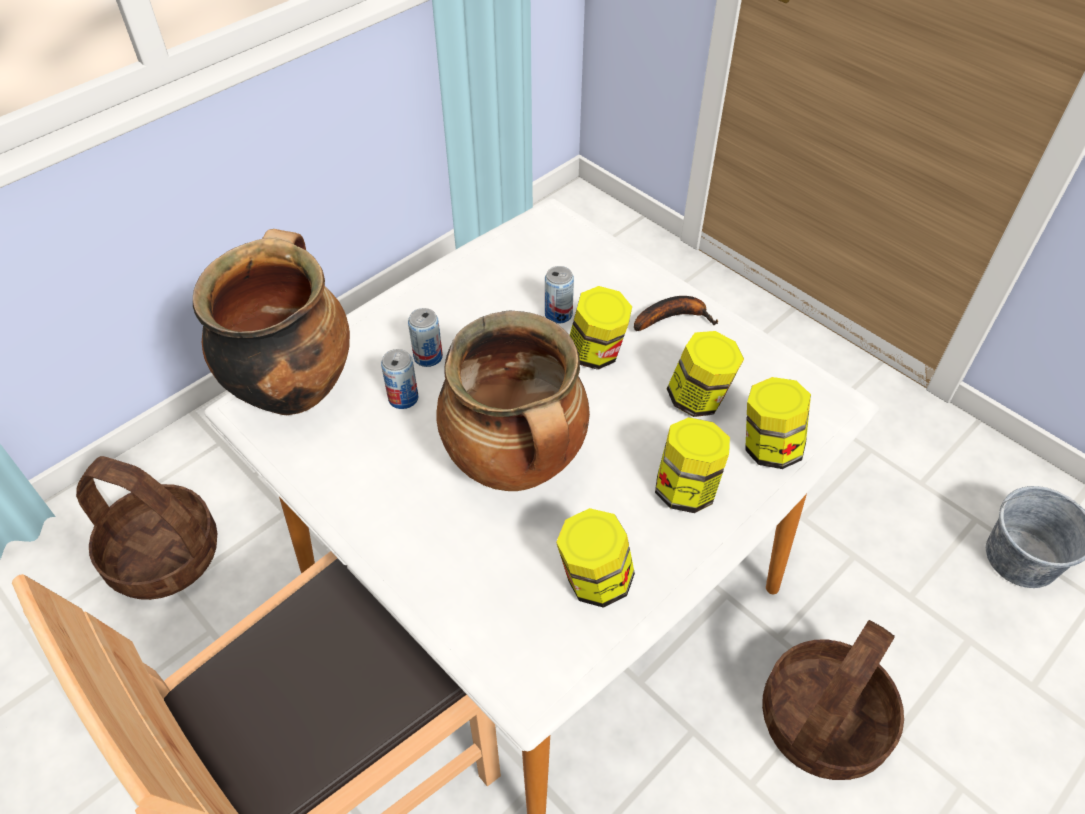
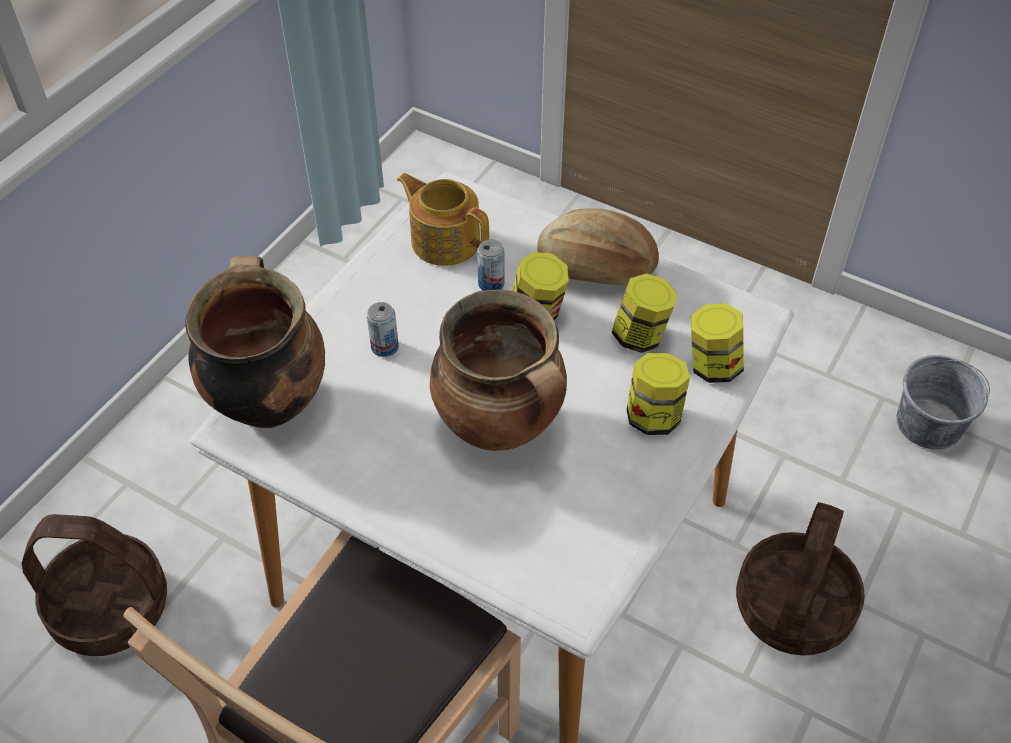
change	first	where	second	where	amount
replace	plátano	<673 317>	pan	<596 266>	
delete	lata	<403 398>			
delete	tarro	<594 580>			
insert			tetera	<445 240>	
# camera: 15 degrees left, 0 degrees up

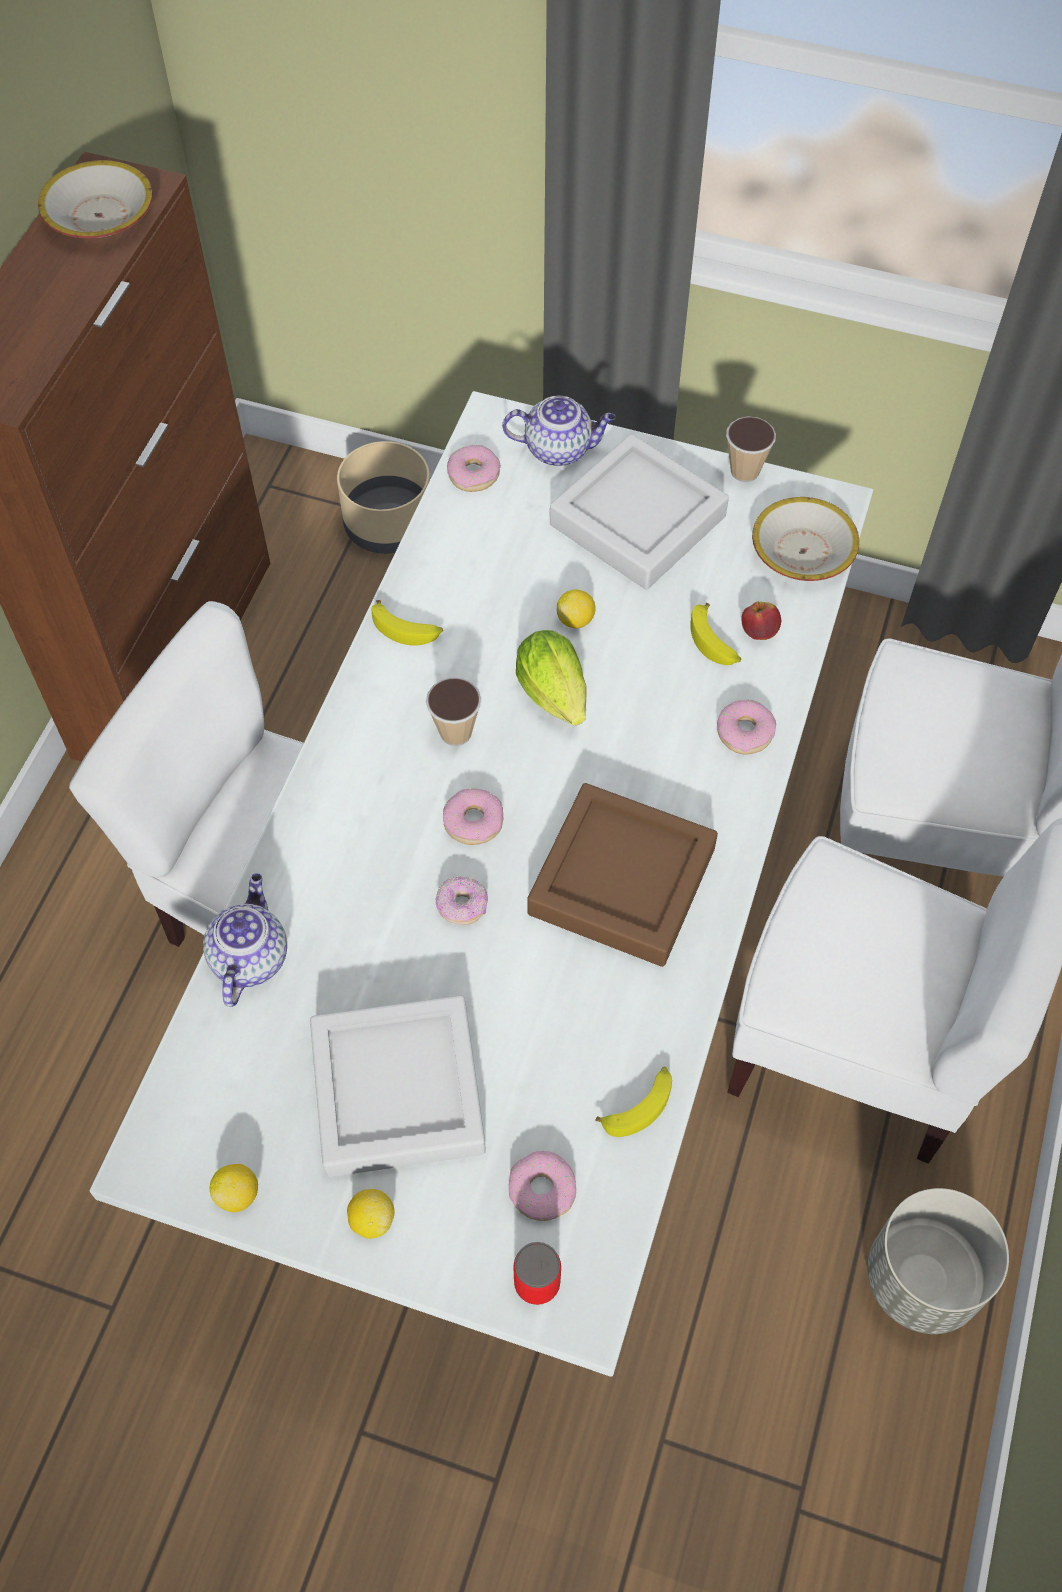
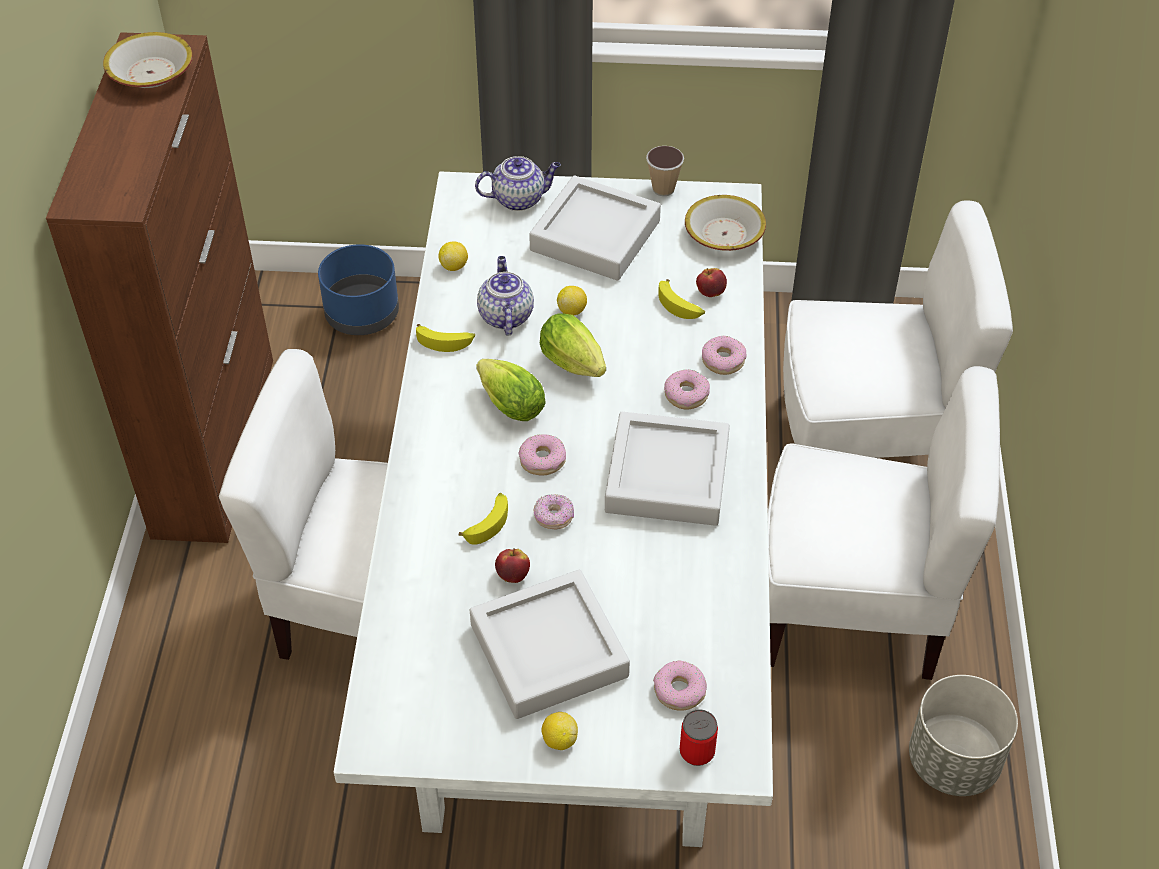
change	first	where	second	where	amount
recolor	maceta/beis	<388 524>	maceta/azul	<362 313>	
move	rosquilla	<473 474>		<686 394>	
replace	taza	<455 732>	lechuga	<508 403>	
recolor	bandeja/marrón	<622 881>	bandeja/gris	<667 476>	
move	tetera	<249 957>		<505 315>	
move	plátano	<639 1105>		<487 522>	
move	limón	<238 1194>		<454 266>	
insert			manzana	<513 575>	
# camera: 15 degrees left, 10 degrees down

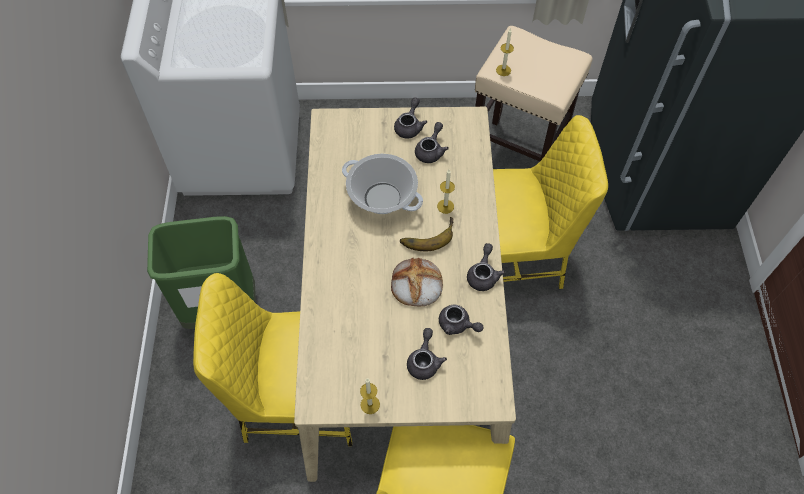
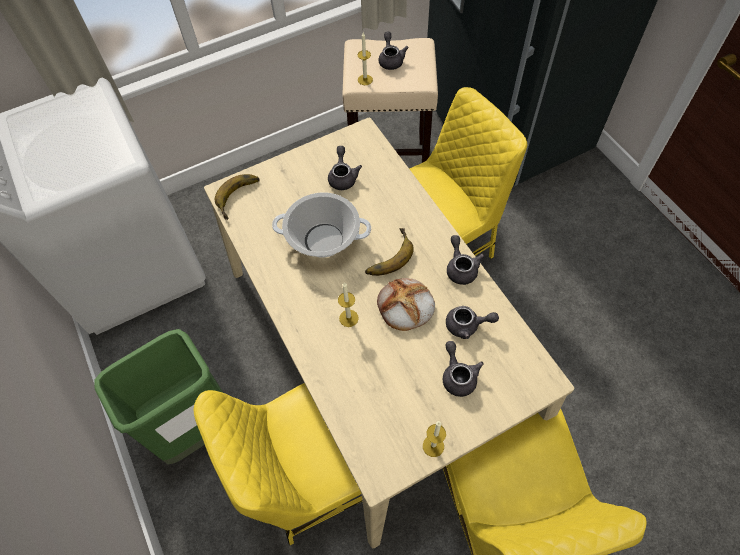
change	first	where	second	where	amount
move	tetera/gris	<409 126>		<391 60>	
move	vela	<445 206>		<348 318>	
insert			plátano	<241 198>	
# camera: 25 degrees left, 0 degrees up

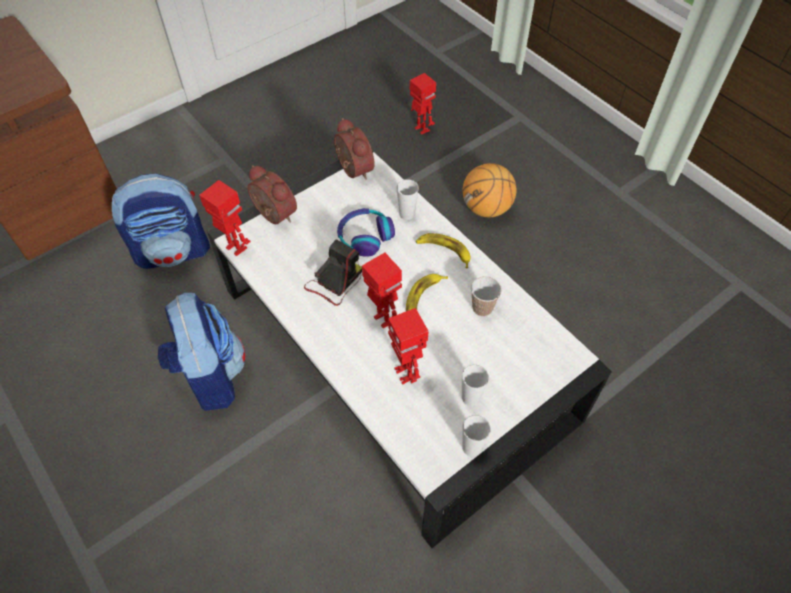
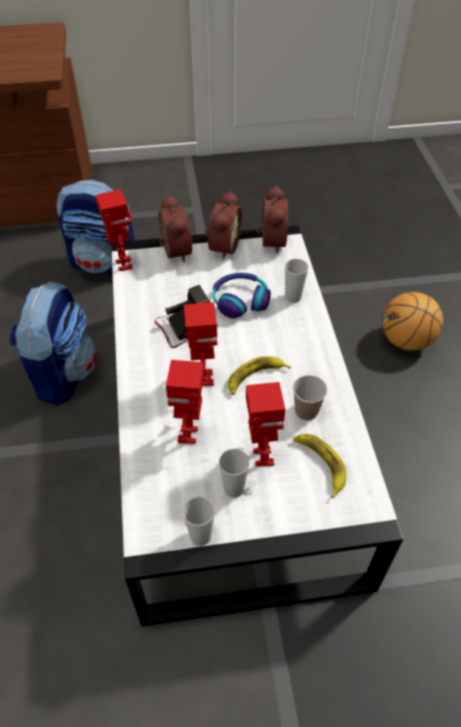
change	first	where	second	where	amount
move	robot de juguete	<421 129>		<261 457>	
move	plátano	<444 251>		<320 464>	
insert			despertador	<222 246>	
# camera: 30 degrees right, 5 degrees down

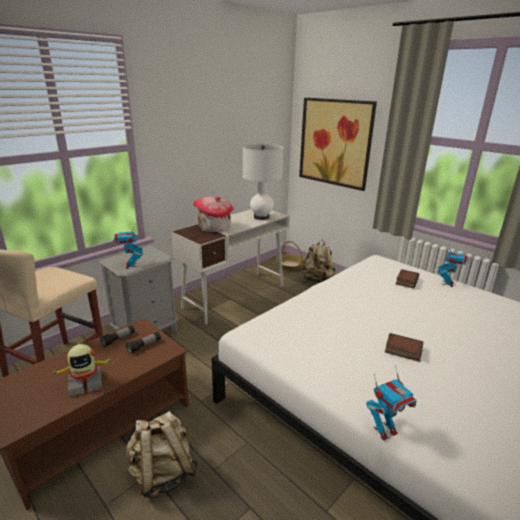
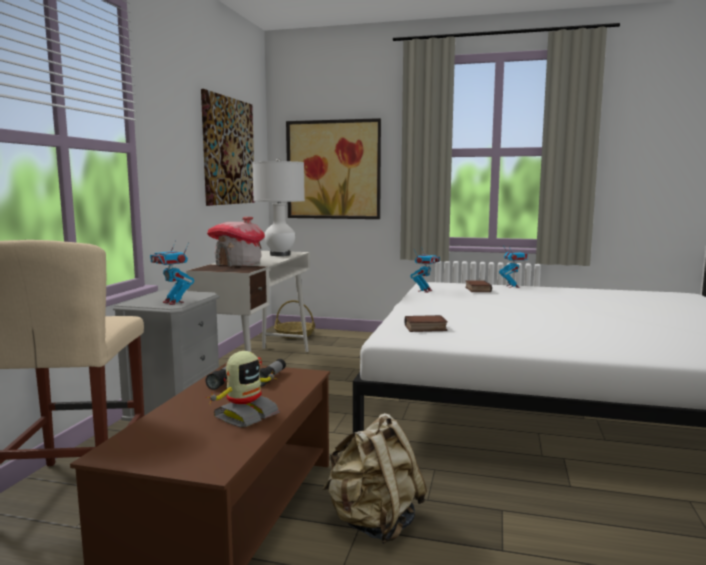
change	first	where	second	where	amount
delete	mochila/beis	<317 280>			
move	libro	<402 350>		<425 328>	
move	robot de juguete	<385 431>		<425 291>	
insert			cuadro	<228 151>	
# camera: 30 degrees left, 15 degrees down

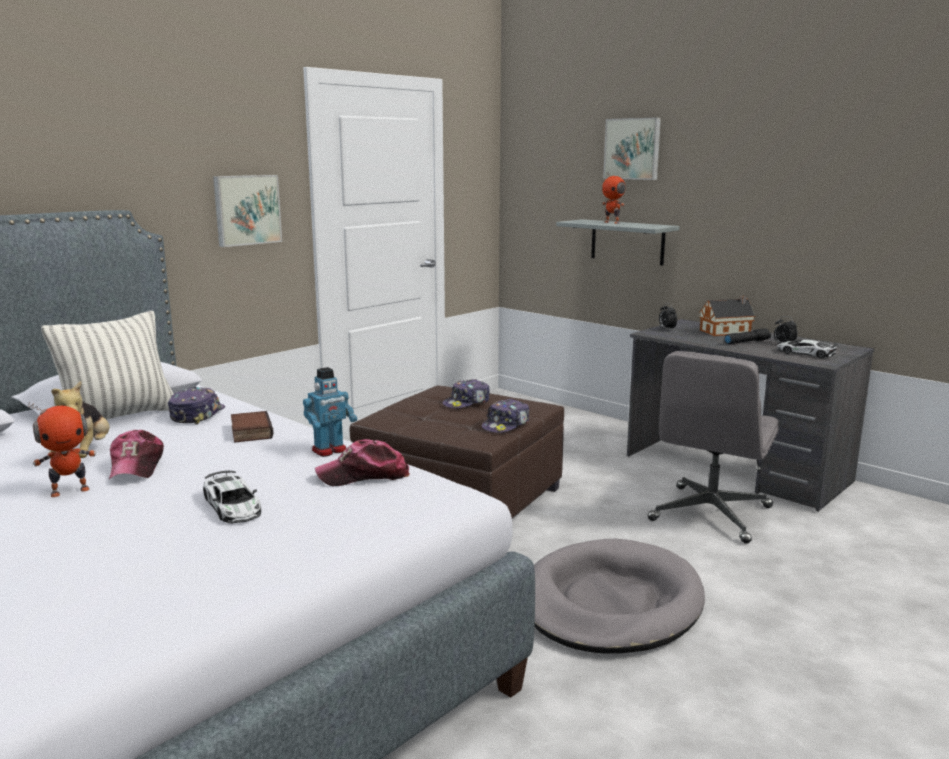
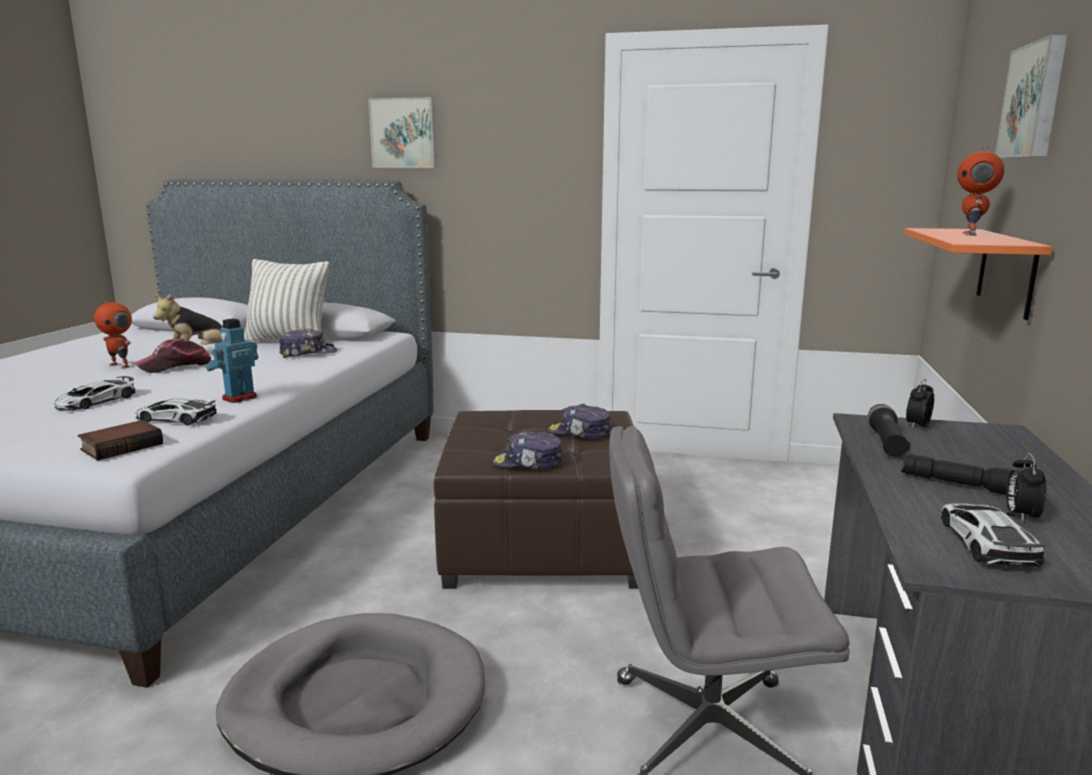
change	first	where	second	where	amount
move	cuadro	<246 210>		<404 133>	
recolor	estante/gris	<627 242>	estante/naranja	<1006 272>	
delete	casita	<727 332>			
rotate	robot de juguete	<330 451>		<239 398>	105 degrees clockwise
move	libro	<250 432>		<122 446>	
replace	gorra	<364 476>	coche de juguete	<176 418>	
insert			linterna/negro	<886 442>	
# camera: 60 degrees right, 0 degrees up

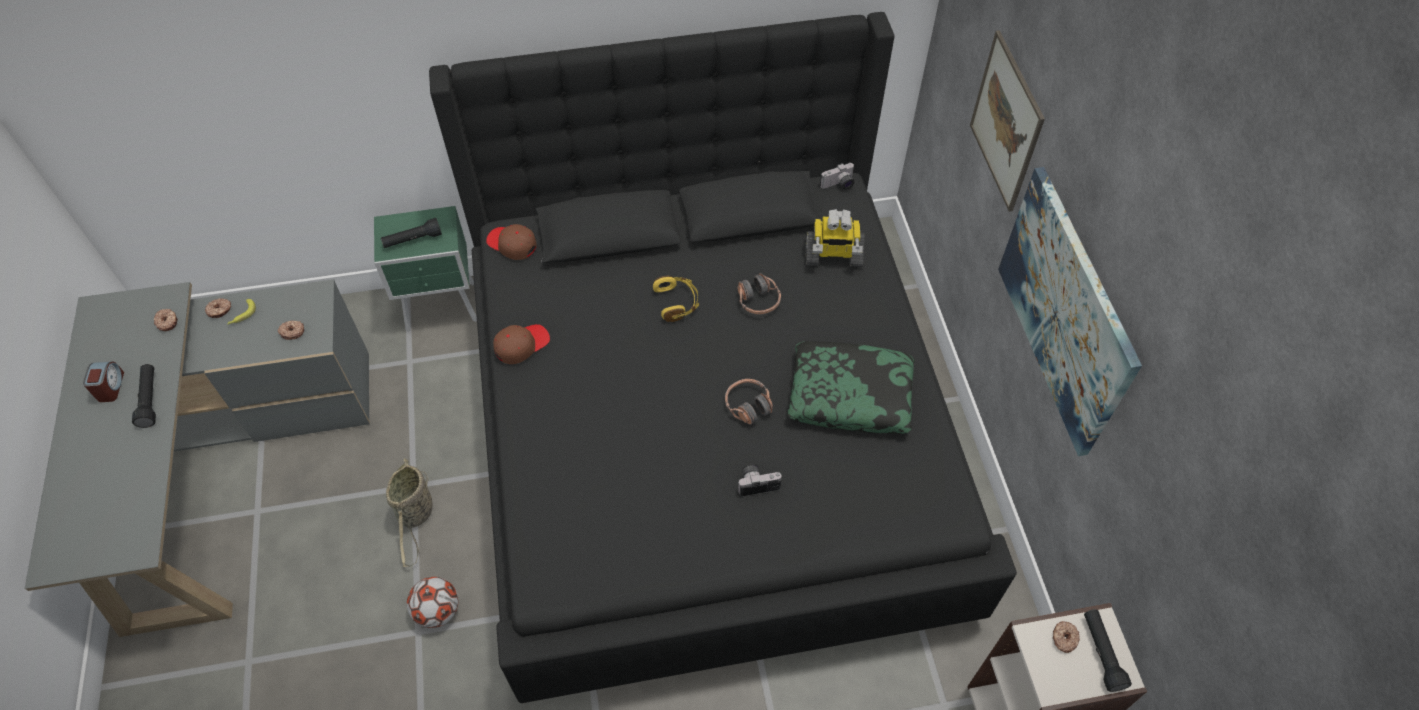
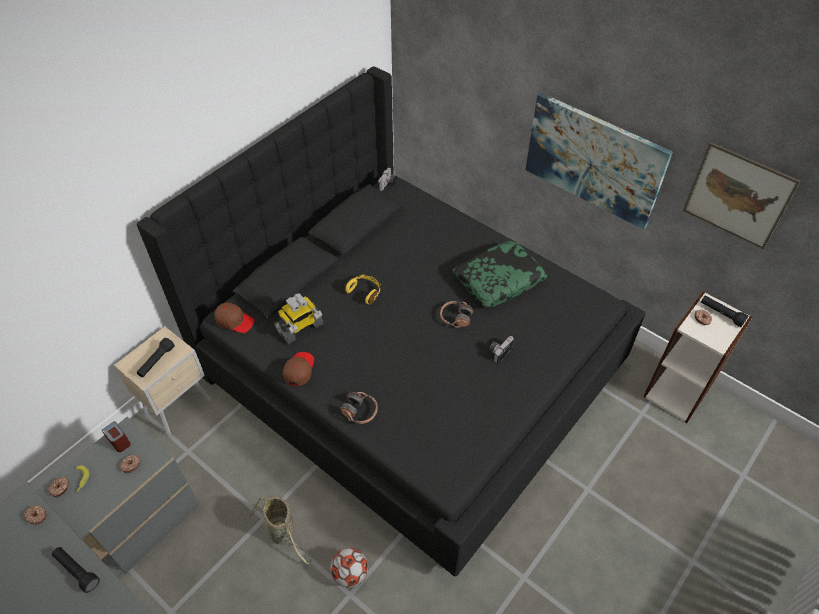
change	first	where	second	where	amount
move	cuadro	<1006 122>		<738 196>	
recolor	mesita de noche/verde	<443 307>	mesita de noche/beis	<179 406>	
move	robot de juguete	<833 255>		<300 328>	
rotate	gorra/marrón	<512 244>		<234 321>	150 degrees counterclockwise
move	auriculares	<758 301>		<360 411>	
move	despertador	<110 387>		<119 440>	
# camera: 40 degrees left, 5 degrees down

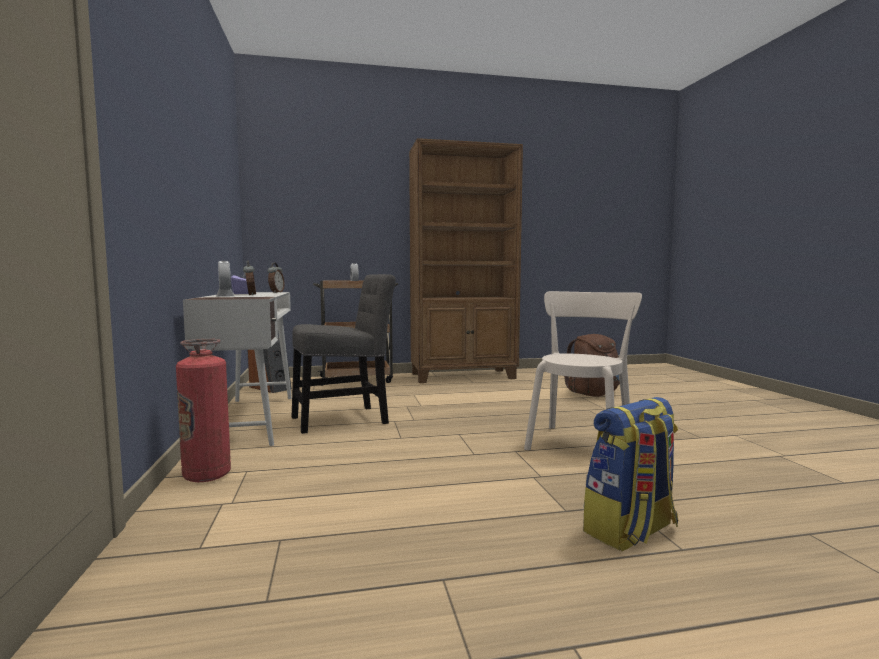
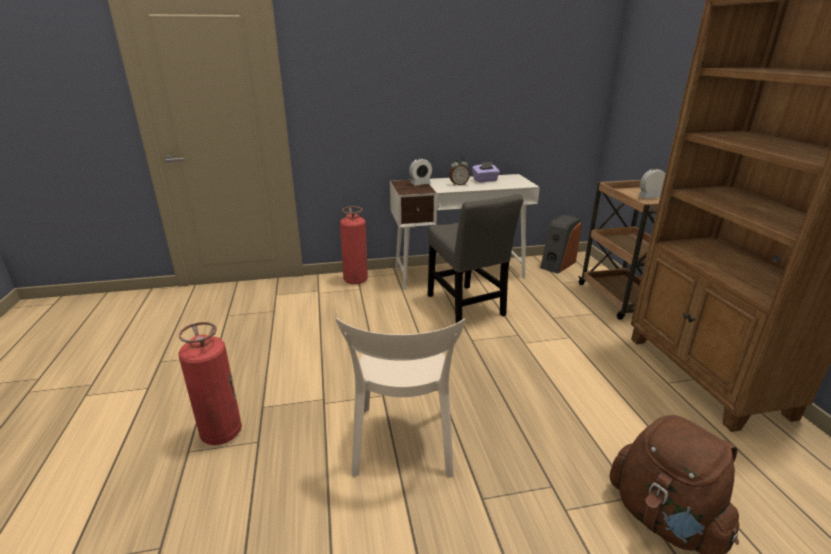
change	first	where	second	where	amount
delete	despertador	<276 292>			
rotate	silla/beis	<581 443>		<403 445>	60 degrees clockwise
replace	mochila	<631 531>	extintor	<221 433>	
# camera: 90 degrees right, 20 degrees up

